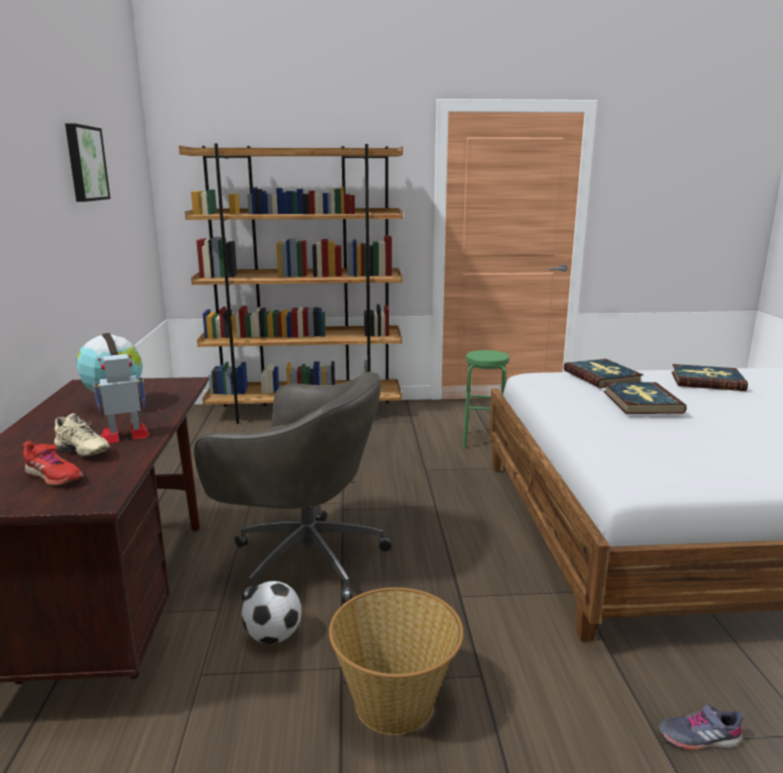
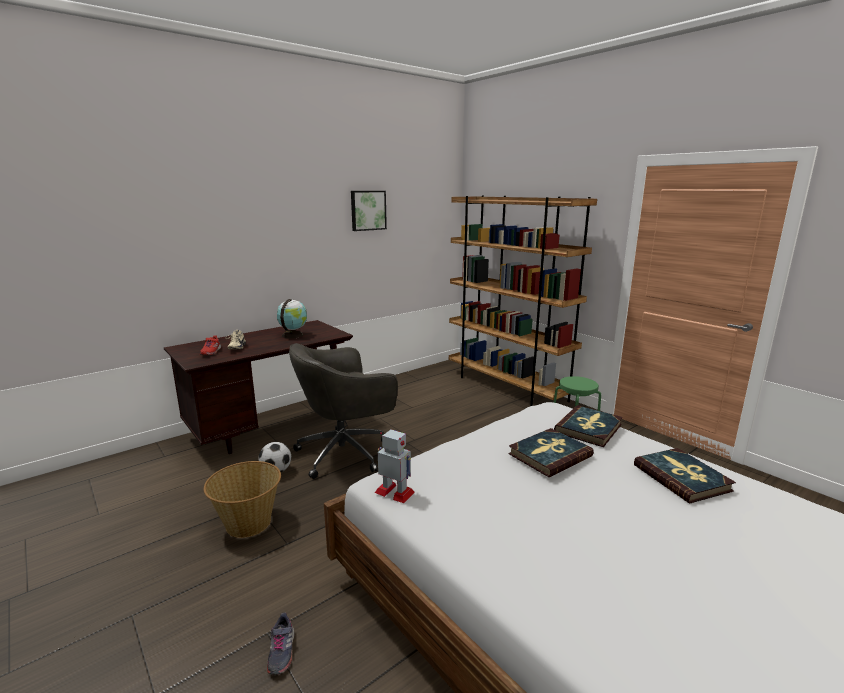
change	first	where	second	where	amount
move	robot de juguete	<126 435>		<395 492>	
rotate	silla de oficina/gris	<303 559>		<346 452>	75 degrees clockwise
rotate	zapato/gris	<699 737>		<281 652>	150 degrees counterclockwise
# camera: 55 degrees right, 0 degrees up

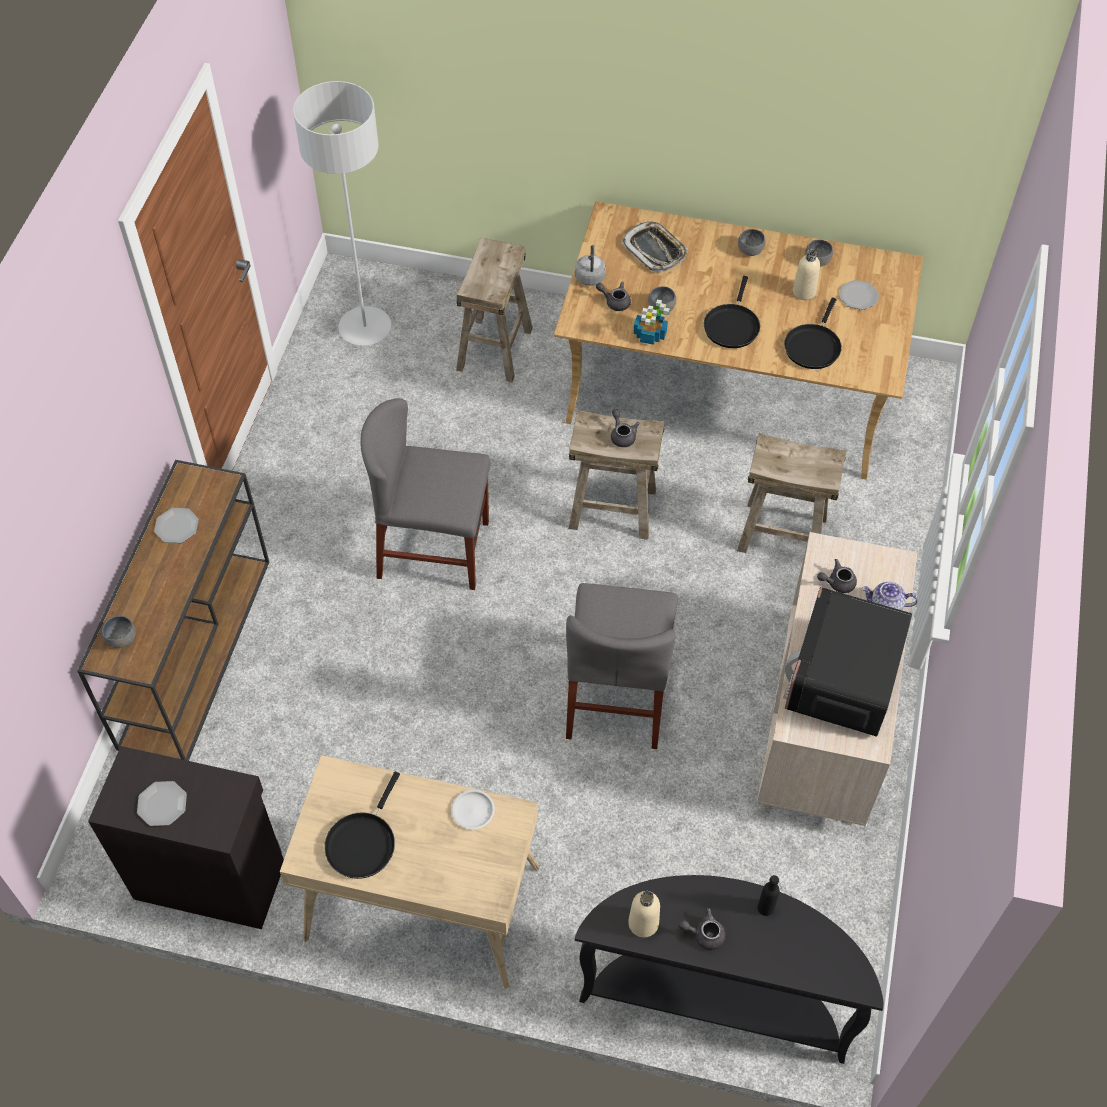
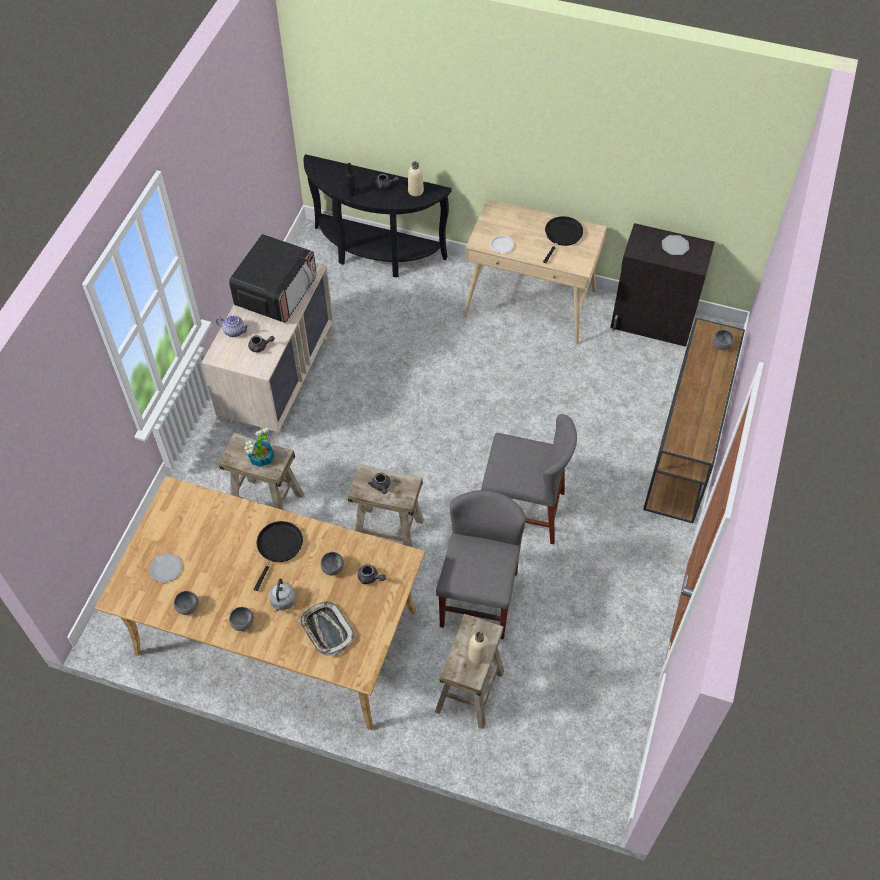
change	first	where	second	where	amount
delete	lámpara de pie/gris	<365 328>			
move	hervidor/gris	<590 276>		<282 601>	
move	botella/beis	<804 292>		<478 655>	
delete	sartén/negro	<813 346>			
move	planta en maceta	<650 334>		<261 458>	
delete	plato	<176 527>			
move	silla/gris	<617 697>		<478 599>	
# camera: 175 degrees left, 0 degrees up

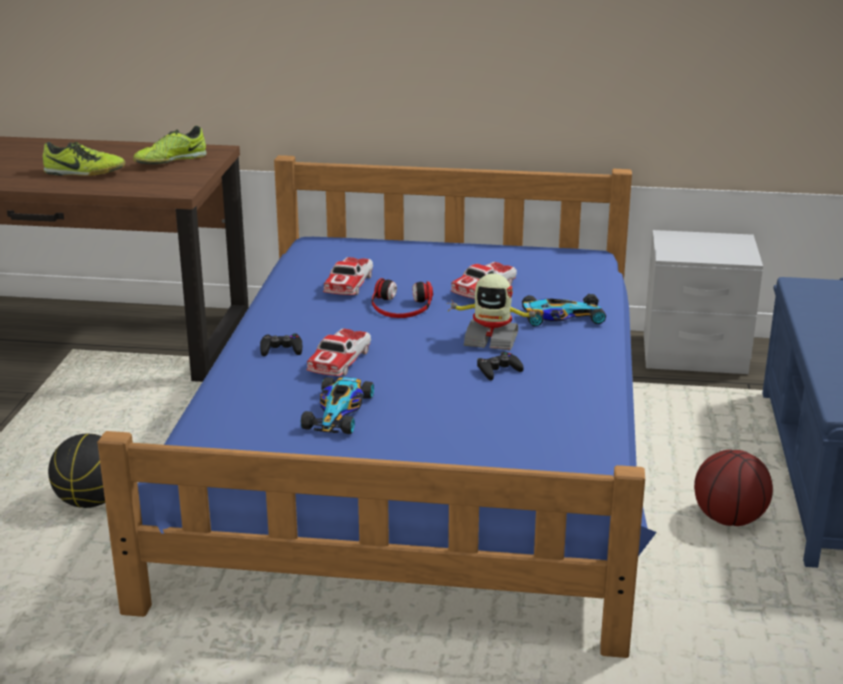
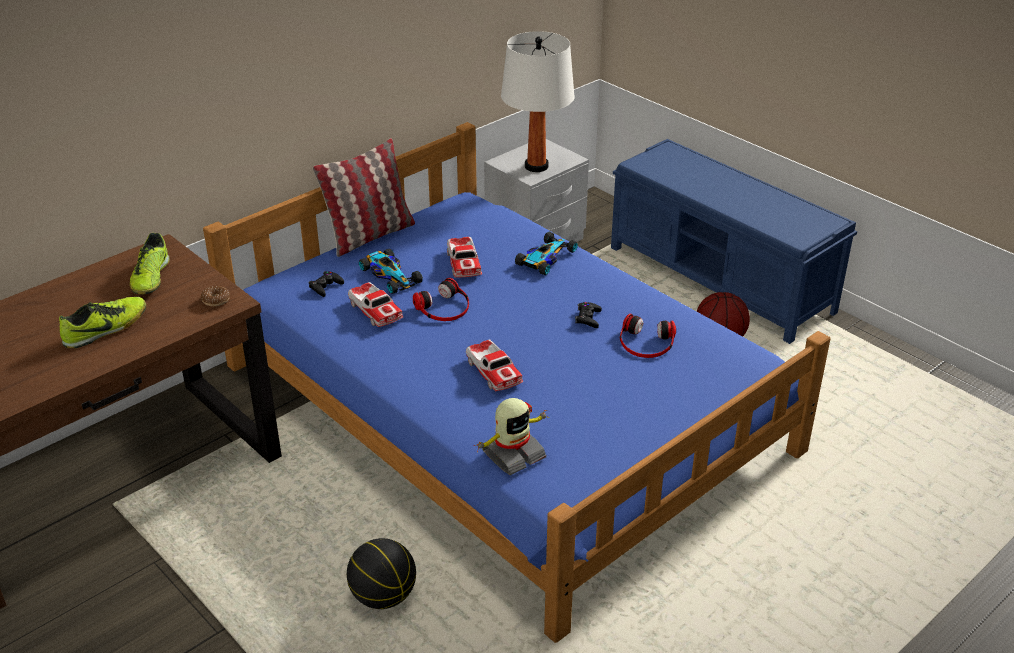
change	first	where	second	where	amount
move	robot de juguete	<491 339>		<513 454>	
move	mando de consola/negro	<281 349>		<325 287>	
move	coche de juguete	<339 411>		<390 275>	
insert			lámpara de mesa/blanco	<536 166>	
insert			cojín	<369 235>	
insert			rosquilla	<216 300>	
insert			auriculares	<646 343>	
# camera: 50 degrees left, 10 degrees up

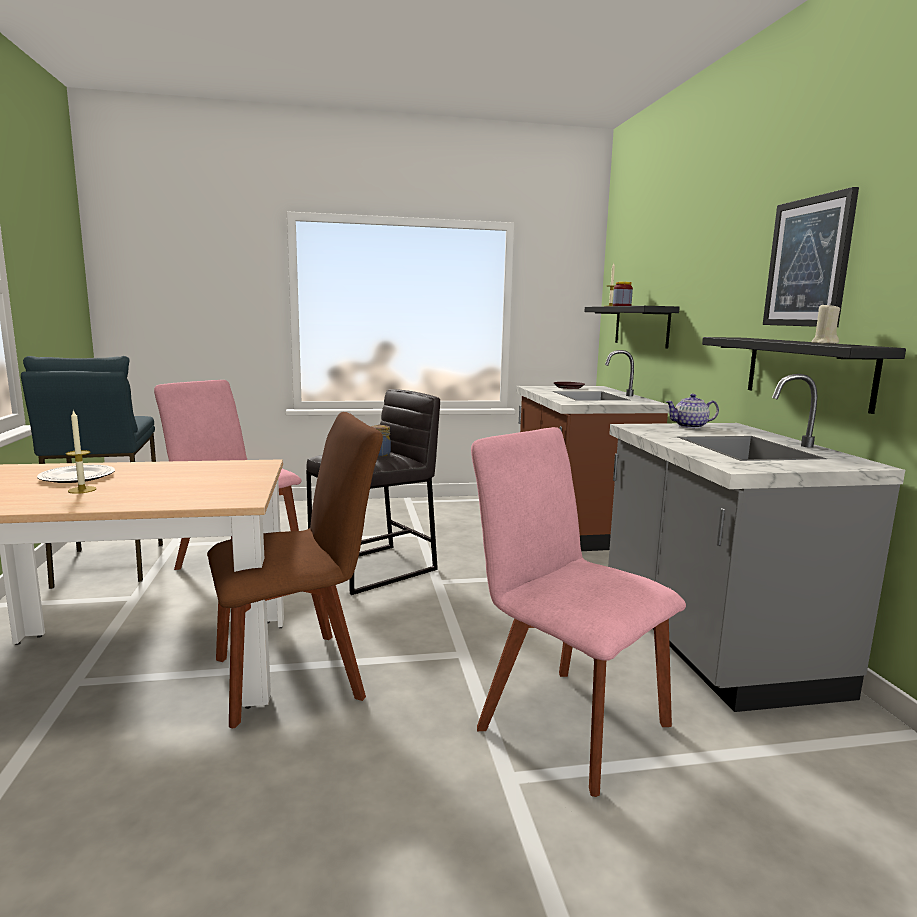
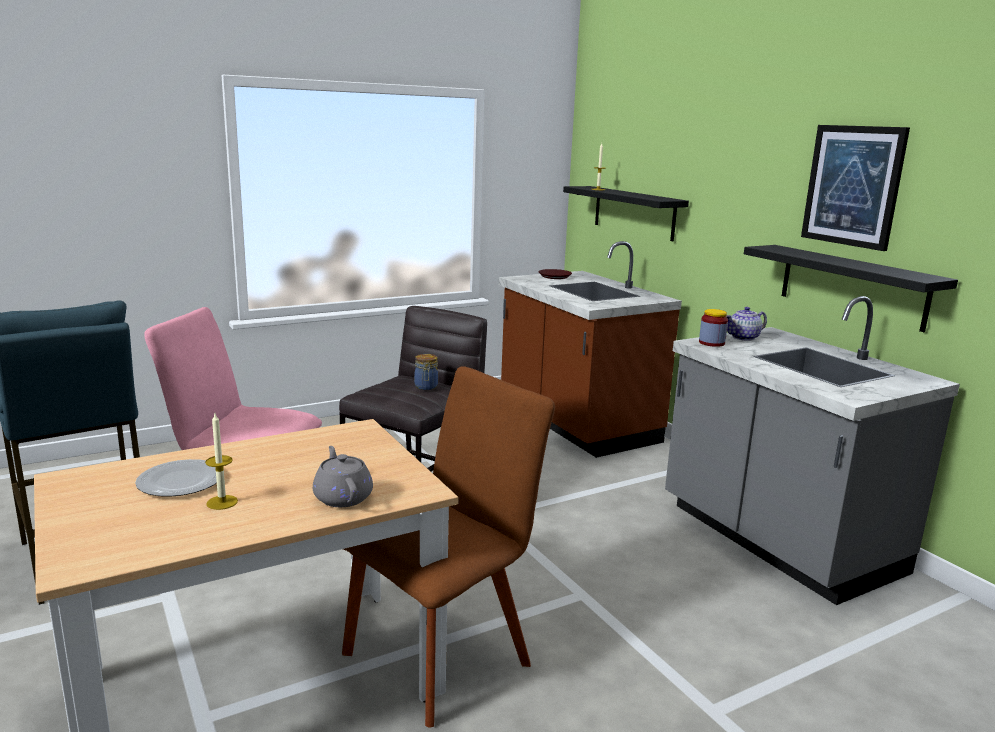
change	first	where	second	where	amount
move	tarro	<621 306>		<711 343>	
delete	vela/beis	<824 343>			
delete	silla/rosa	<566 721>			
insert			tetera/gris	<342 497>	
# camera: 20 degrees left, 5 degrees up

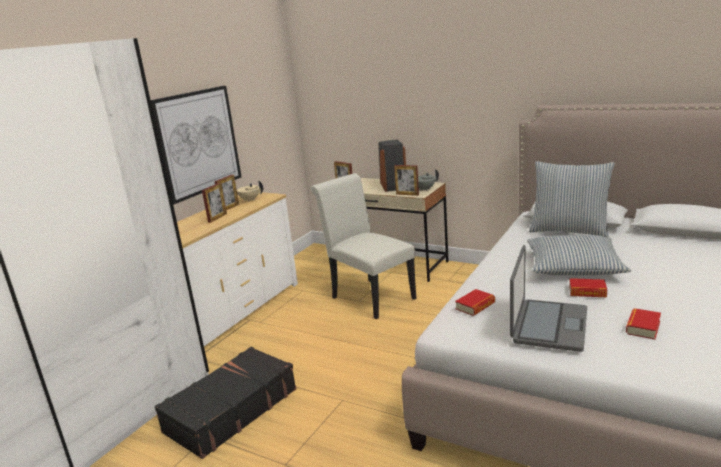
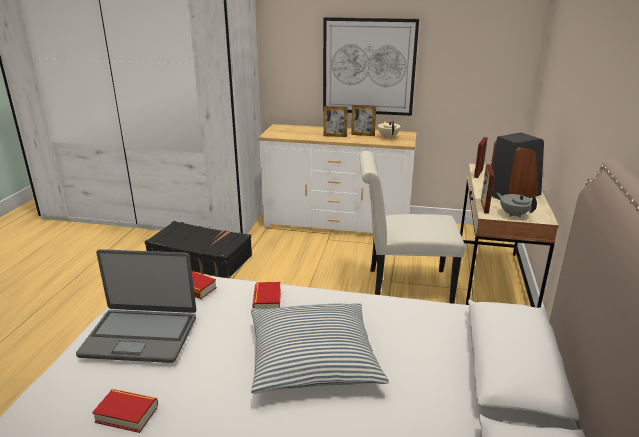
change	first	where	second	where	amount
delete	cojín	<569 230>			
rotate	silla/blanco	<369 296>		<402 286>	120 degrees counterclockwise
move	libro	<587 292>		<267 300>	
# camera: 70 degrees right, 5 degrees up

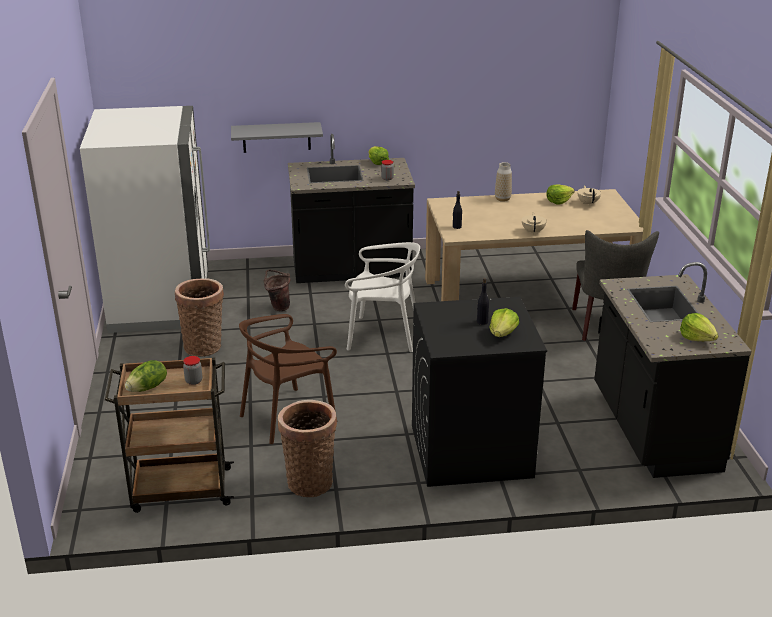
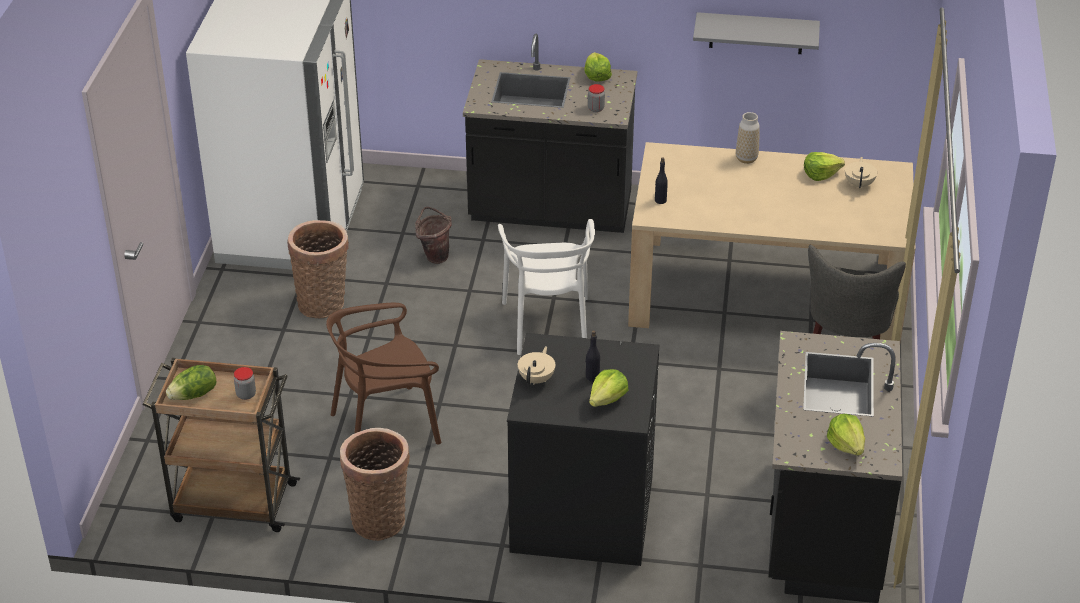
change	first	where	second	where	amount
move	estante/gris	<276 137>		<756 33>	
move	tetera/beis	<533 231>		<537 379>	
rotate	silla/blanco	<383 336>		<548 325>	60 degrees clockwise
# camera: 15 degrees right, 10 degrees up

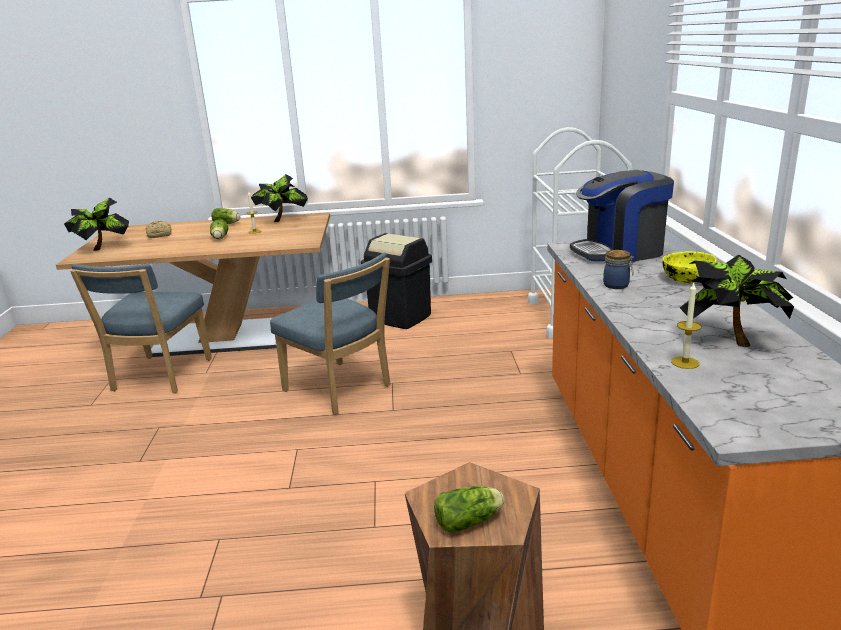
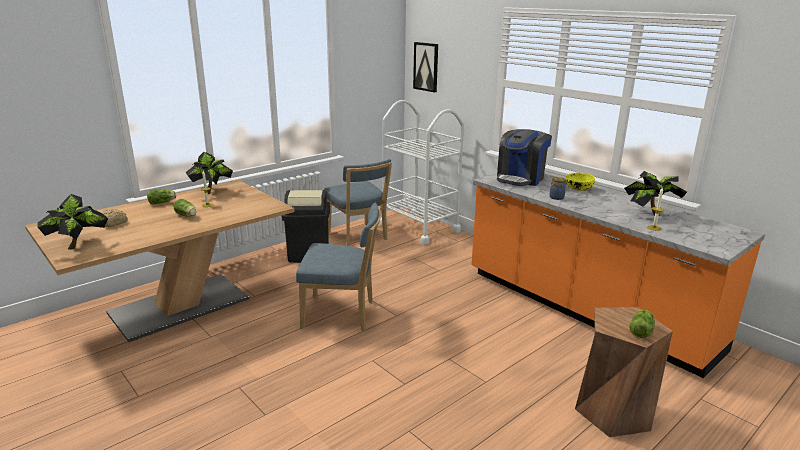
change	first	where	second	where	amount
move	silla/azul	<159 377>		<358 237>	
insert			cuadro	<426 67>	
# camera: 40 degrees left, 0 degrees up

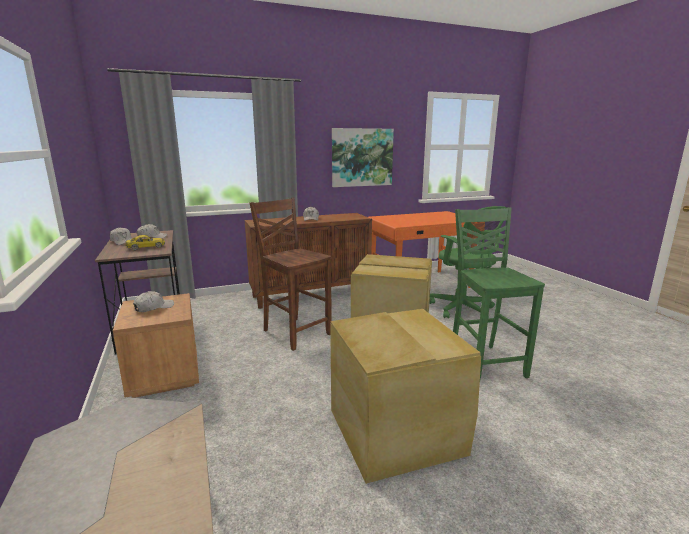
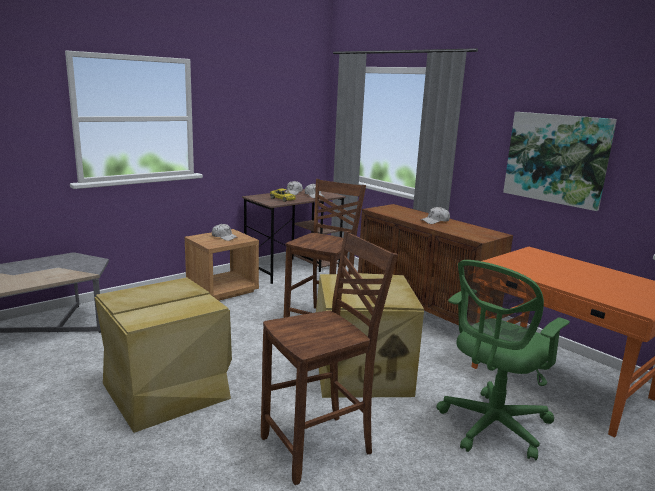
change	first	where	second	where	amount
recolor	silla/verde	<485 362>	silla/marrón	<319 446>	
# camera: 70 degrees right, 0 degrees up

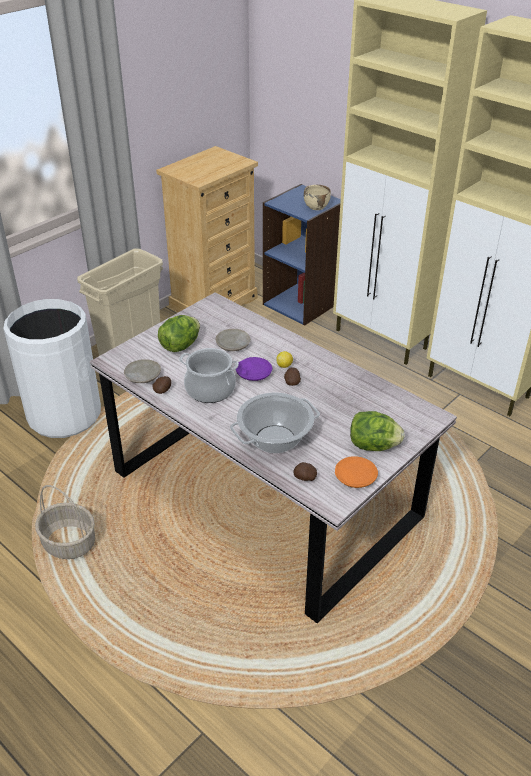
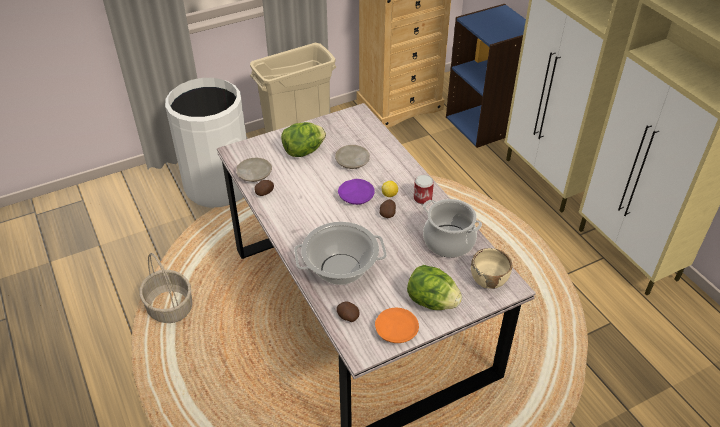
change	first	where	second	where	amount
move	cuenco/beis	<316 206>		<489 280>	
move	olla	<210 390>		<448 241>	
insert			lata	<422 198>	
# camera: 20 degrees right, 5 degrees up

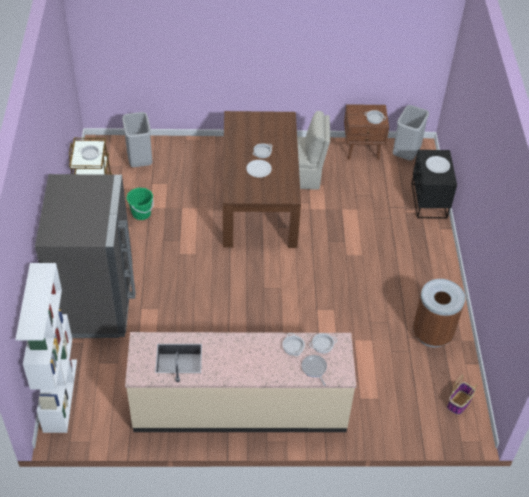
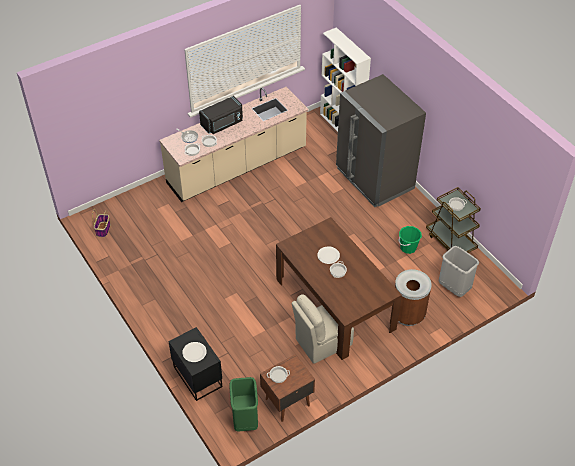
change	first	where	second	where	amount
recolor	papelera/gris	<406 154>	papelera/verde	<245 420>	
move	papelera/marrón	<432 334>		<408 314>	
insert			microondas/negro	<222 124>	
# camera: 150 degrees right, 0 degrees up

